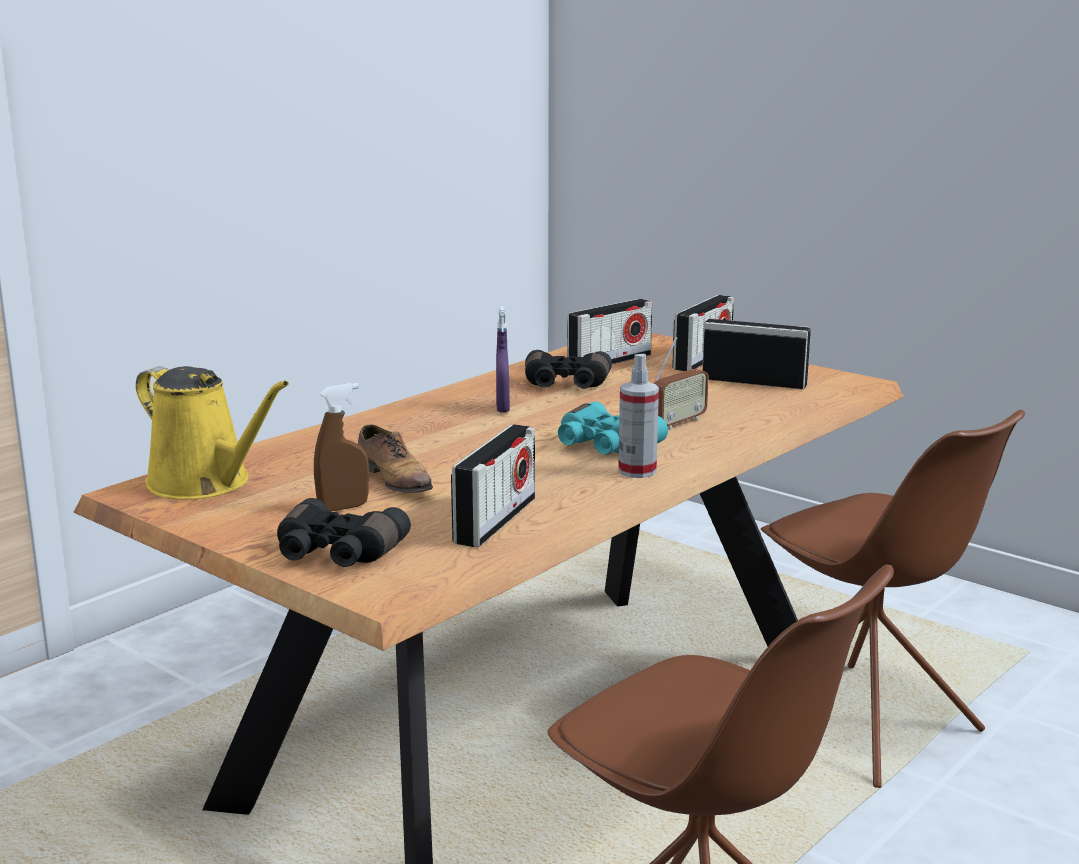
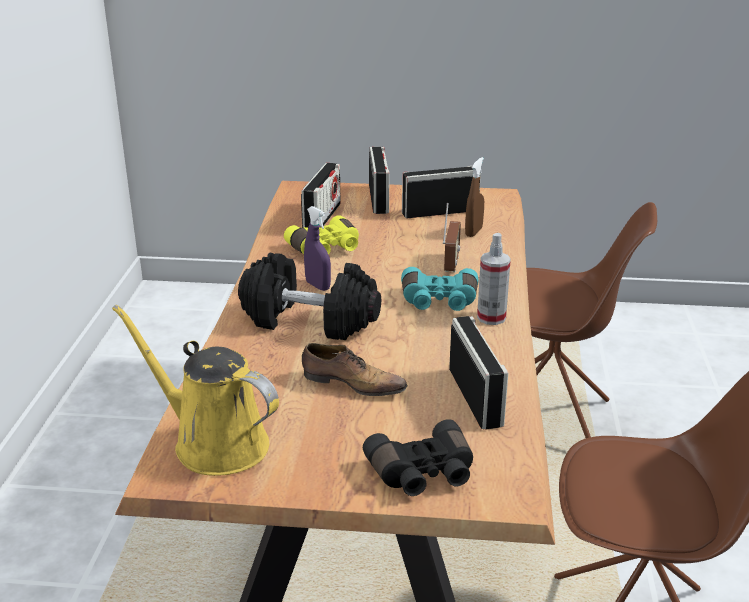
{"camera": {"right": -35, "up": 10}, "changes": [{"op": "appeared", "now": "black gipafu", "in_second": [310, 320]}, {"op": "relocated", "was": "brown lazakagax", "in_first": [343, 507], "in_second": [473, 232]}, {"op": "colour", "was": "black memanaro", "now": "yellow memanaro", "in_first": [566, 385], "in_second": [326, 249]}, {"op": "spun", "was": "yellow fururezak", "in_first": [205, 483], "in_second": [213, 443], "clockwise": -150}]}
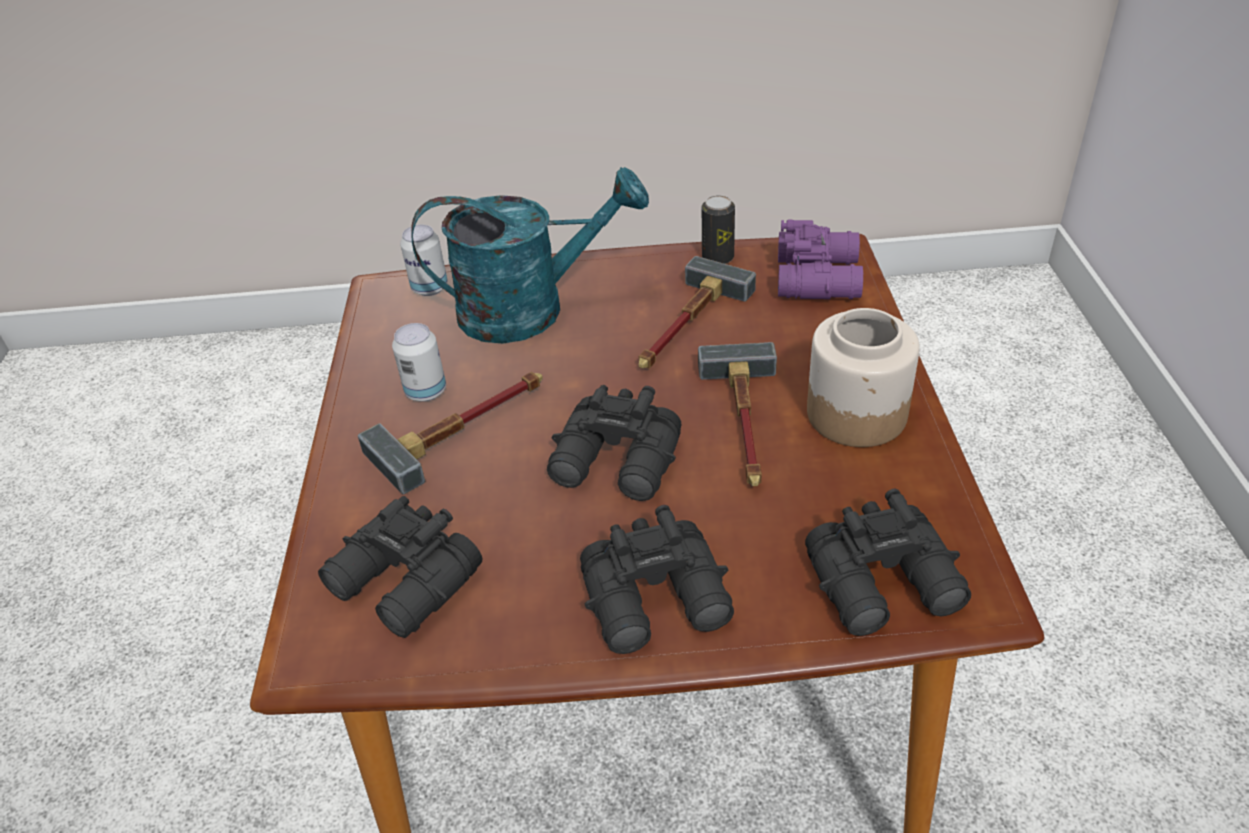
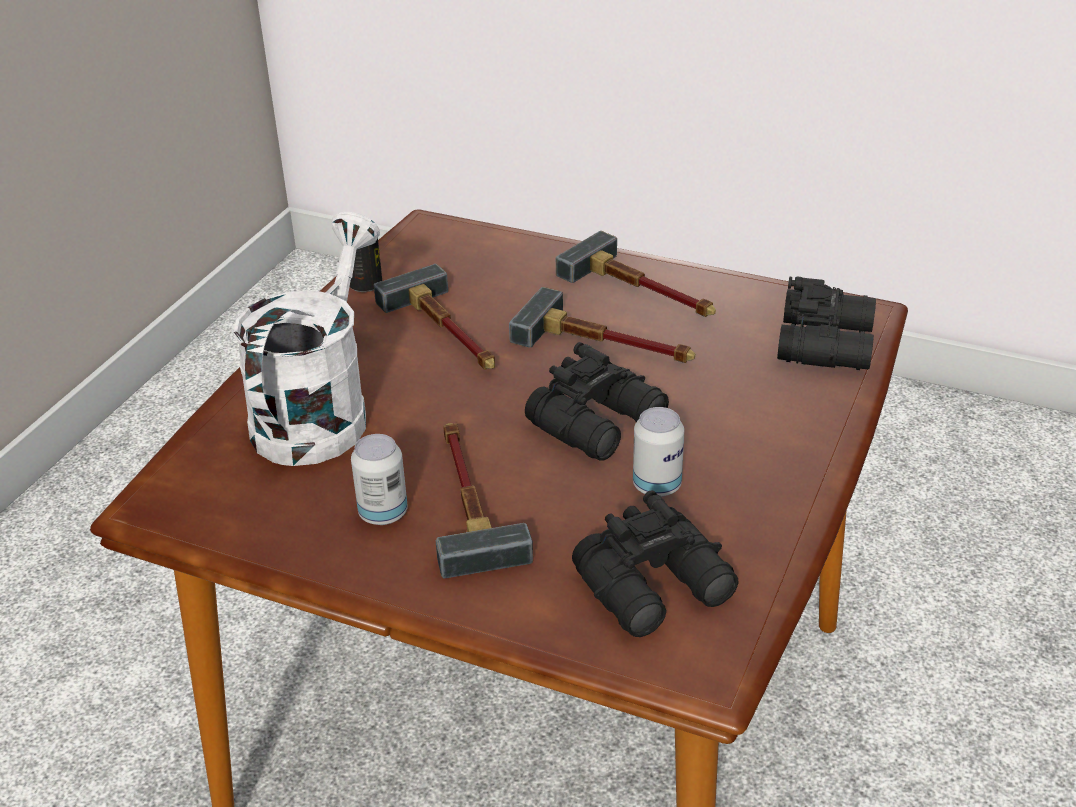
{"camera": {"right": -65, "up": -5}, "changes": [{"op": "missing", "was": "black memanaro", "in_first": [659, 602]}, {"op": "missing", "was": "purple memanaro", "in_first": [820, 277]}, {"op": "relocated", "was": "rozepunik", "in_first": [430, 288], "in_second": [657, 486]}, {"op": "exchanged", "was": "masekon", "now": "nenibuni", "in_first": [857, 413], "in_second": [643, 291]}, {"op": "colour", "was": "turquoise fururezak", "now": "white fururezak", "in_first": [531, 309], "in_second": [318, 411]}]}
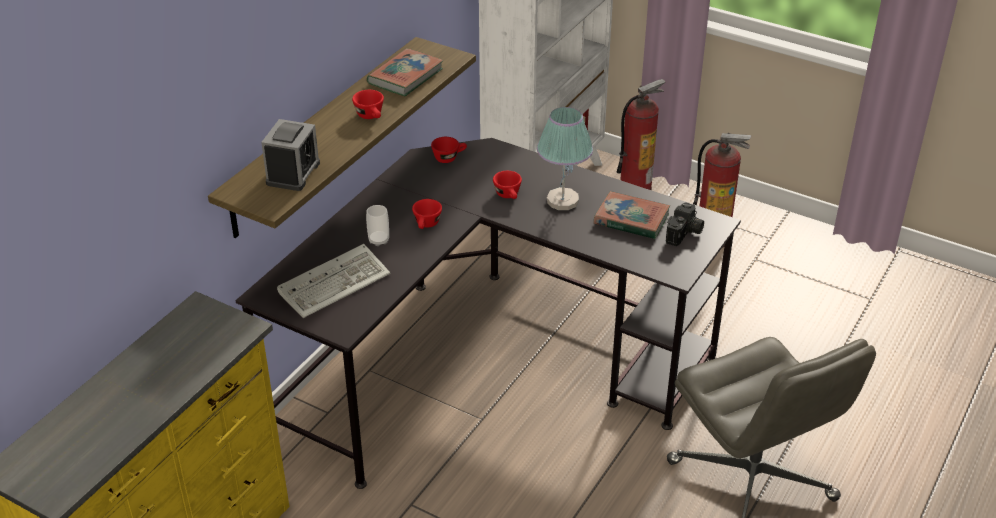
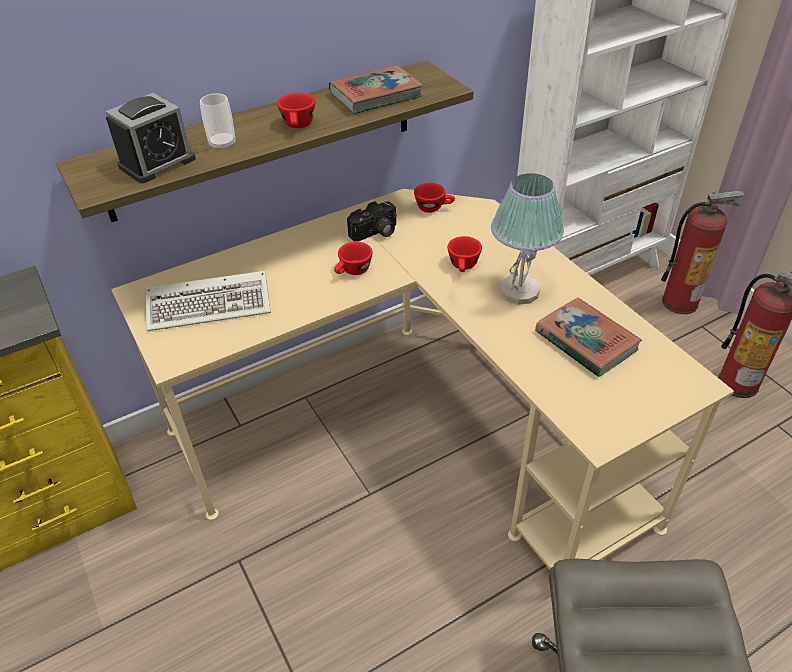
{"camera": {"right": 30, "up": 5}, "changes": [{"op": "relocated", "was": "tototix", "in_first": [379, 240], "in_second": [222, 144]}, {"op": "relocated", "was": "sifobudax", "in_first": [684, 233], "in_second": [375, 233]}, {"op": "colour", "was": "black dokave", "now": "beige dokave", "in_first": [485, 363], "in_second": [414, 432]}]}
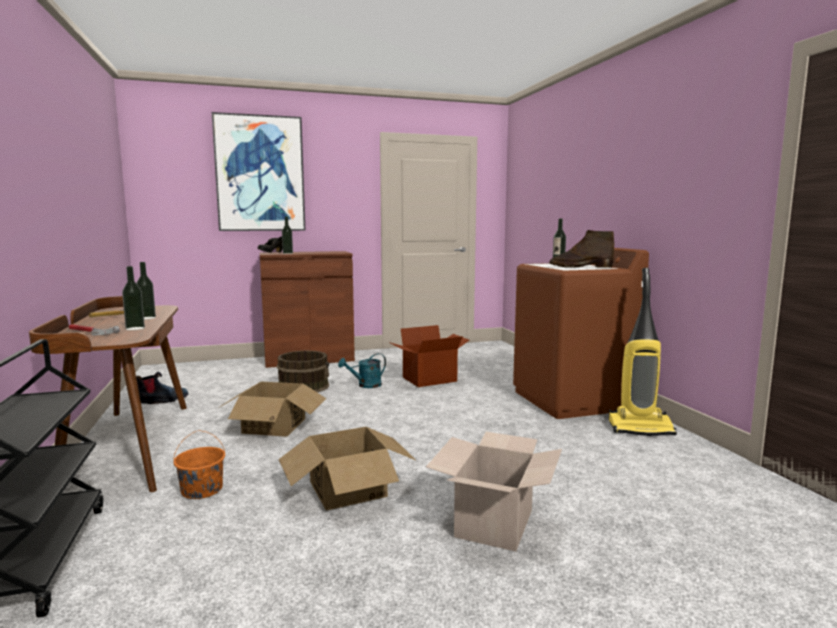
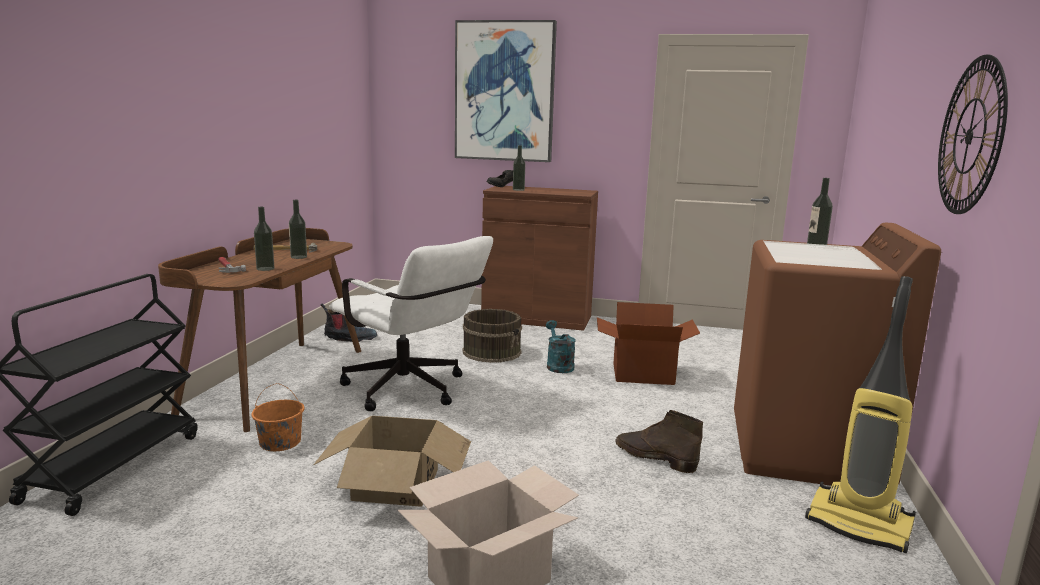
{"camera": {"right": 30, "up": 5}, "changes": [{"op": "appeared", "now": "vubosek", "in_second": [970, 136]}, {"op": "relocated", "was": "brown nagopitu", "in_first": [579, 267], "in_second": [654, 457]}, {"op": "exchanged", "was": "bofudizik", "now": "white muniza", "in_first": [274, 426], "in_second": [411, 392]}, {"op": "spun", "was": "turquoise fururezak", "in_first": [365, 385], "in_second": [558, 365], "clockwise": 75}]}
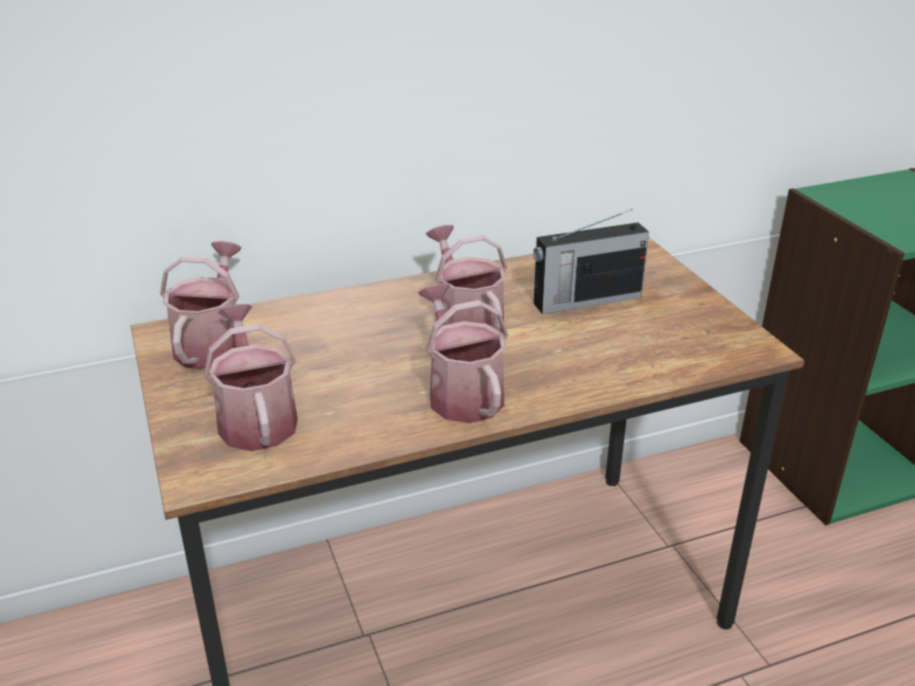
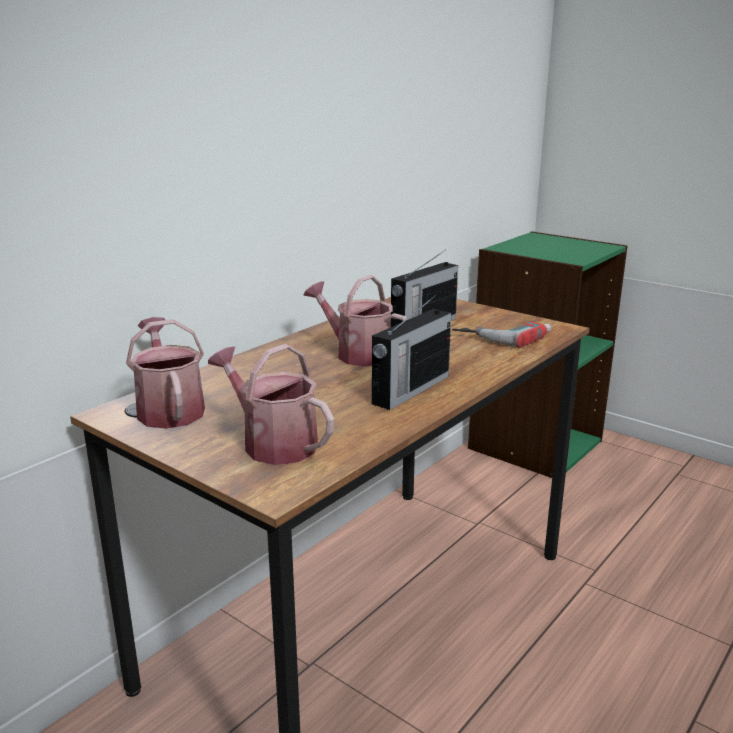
{"camera": {"right": -30, "up": -10}, "changes": [{"op": "appeared", "now": "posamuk", "in_second": [503, 335]}, {"op": "exchanged", "was": "fururezak", "now": "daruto", "in_first": [461, 393], "in_second": [410, 390]}]}
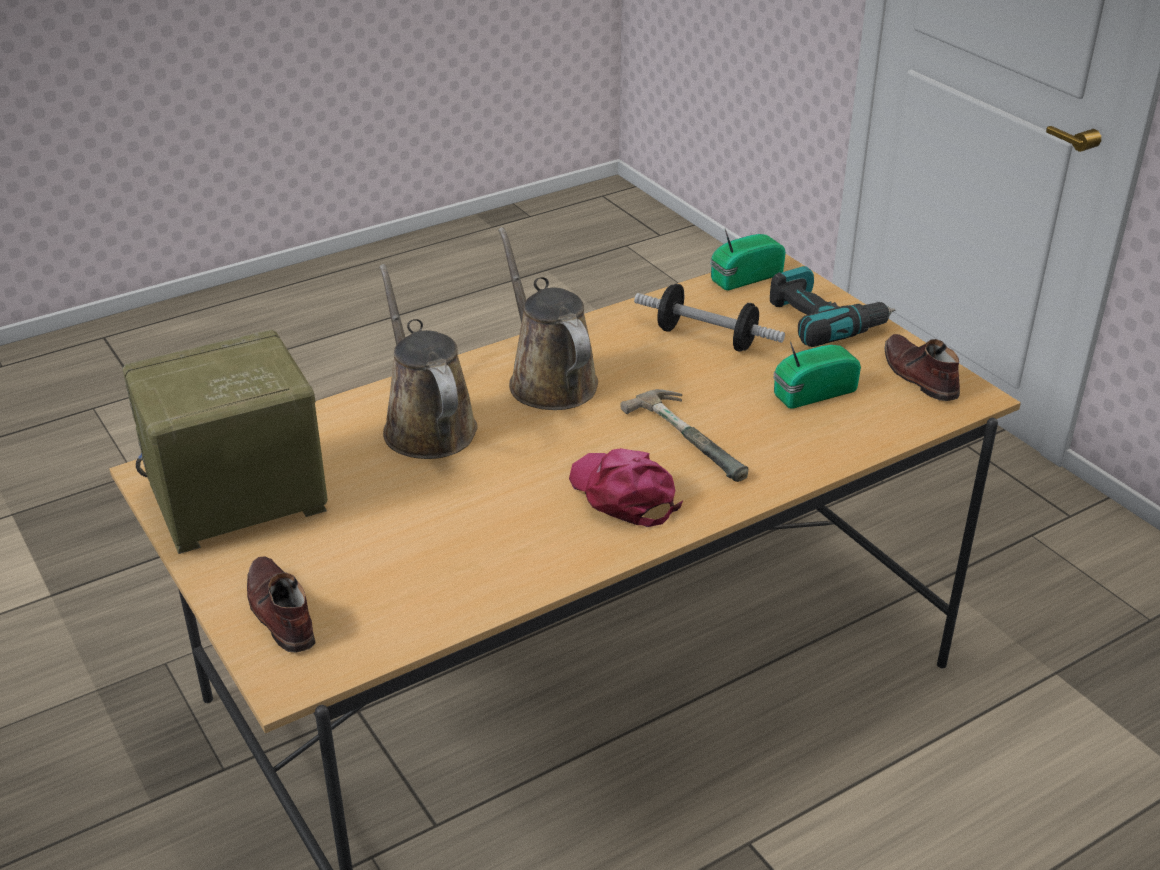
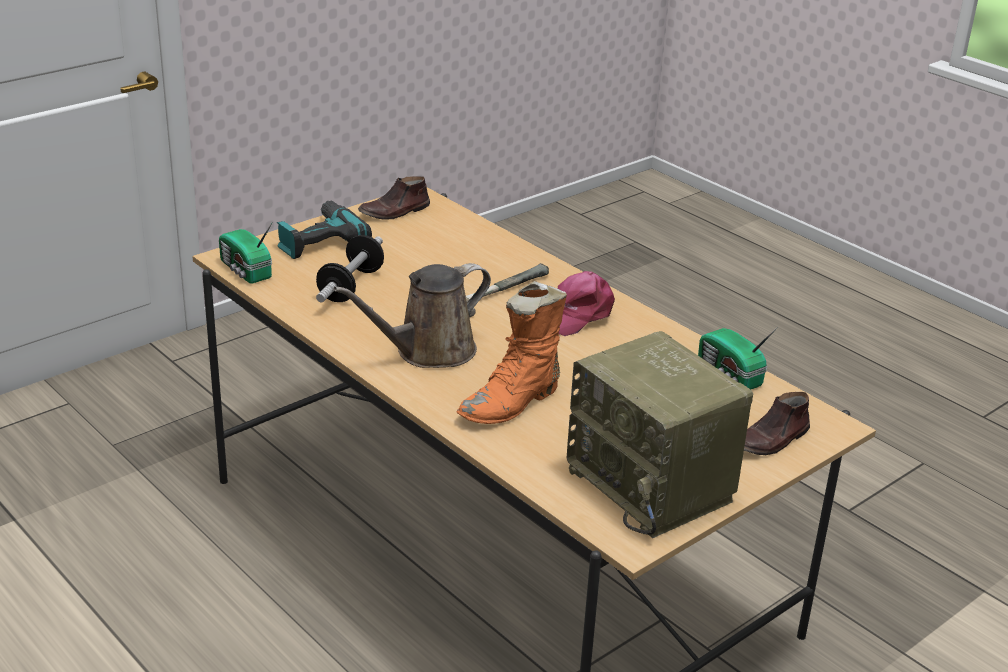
{"camera": {"right": -100, "up": -5}, "changes": [{"op": "relocated", "was": "daruto", "in_first": [811, 393], "in_second": [729, 375]}, {"op": "exchanged", "was": "brown fururezak", "now": "orange nagopitu", "in_first": [426, 425], "in_second": [512, 404]}]}
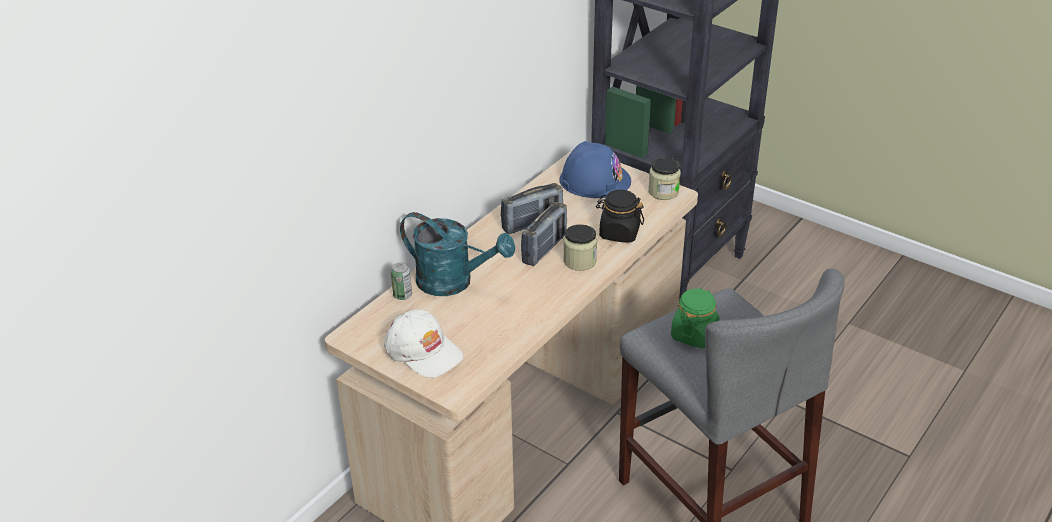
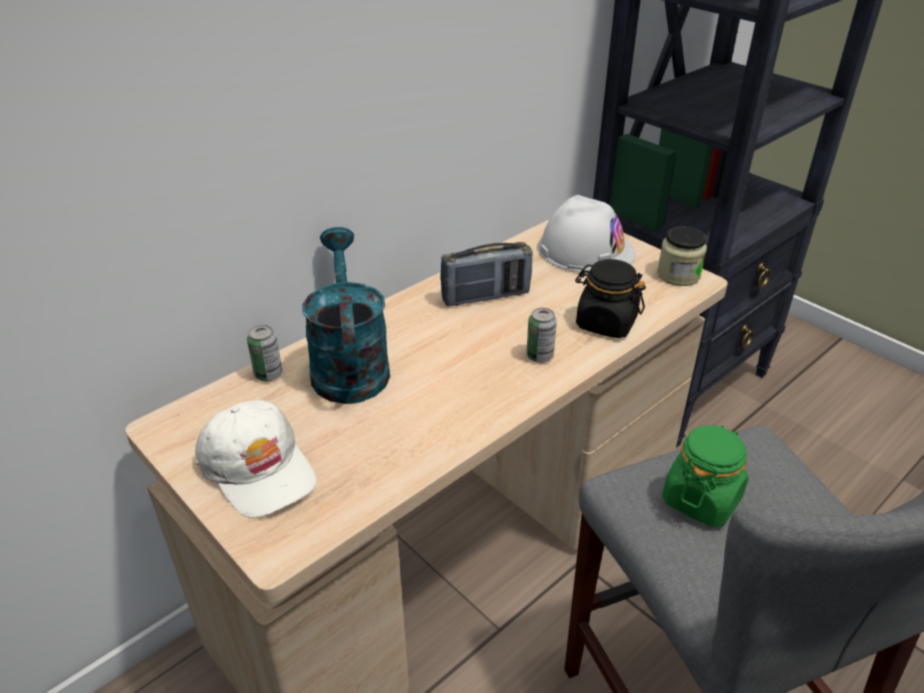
{"camera": {"right": 10, "up": 0}, "changes": [{"op": "missing", "was": "daruto", "in_first": [544, 249]}, {"op": "exchanged", "was": "masekon", "now": "rozepunik", "in_first": [580, 261], "in_second": [539, 356]}, {"op": "colour", "was": "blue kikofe", "now": "white kikofe", "in_first": [595, 180], "in_second": [585, 250]}, {"op": "spun", "was": "turquoise fururezak", "in_first": [454, 282], "in_second": [348, 364], "clockwise": -135}]}
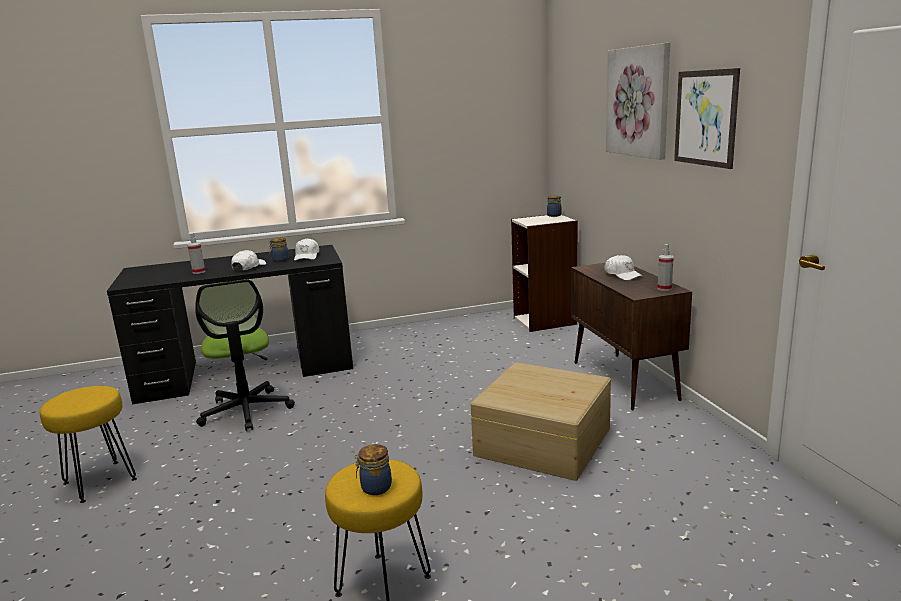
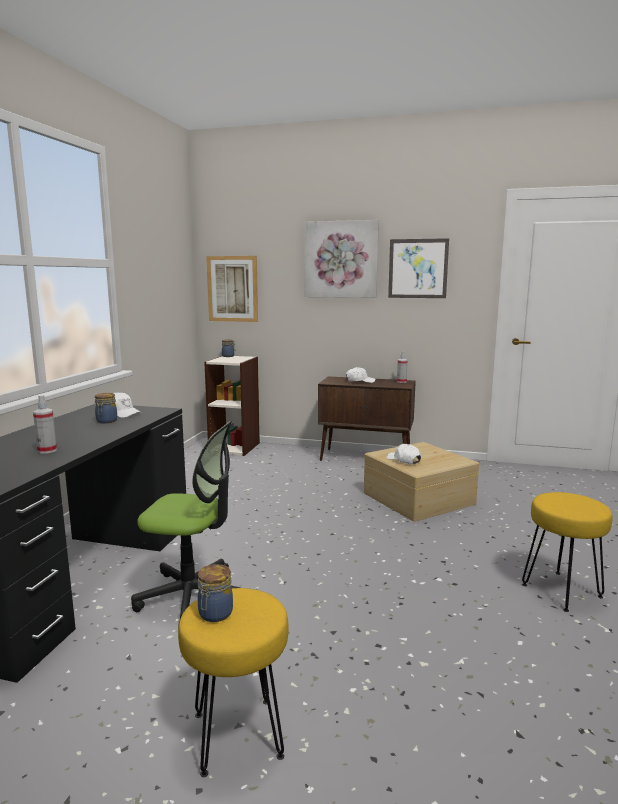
{"camera": {"right": -60, "up": -5}, "changes": [{"op": "appeared", "now": "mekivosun", "in_second": [232, 289]}, {"op": "relocated", "was": "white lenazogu", "in_first": [248, 267], "in_second": [404, 460]}, {"op": "relocated", "was": "masekon", "in_first": [375, 488], "in_second": [214, 614]}]}
